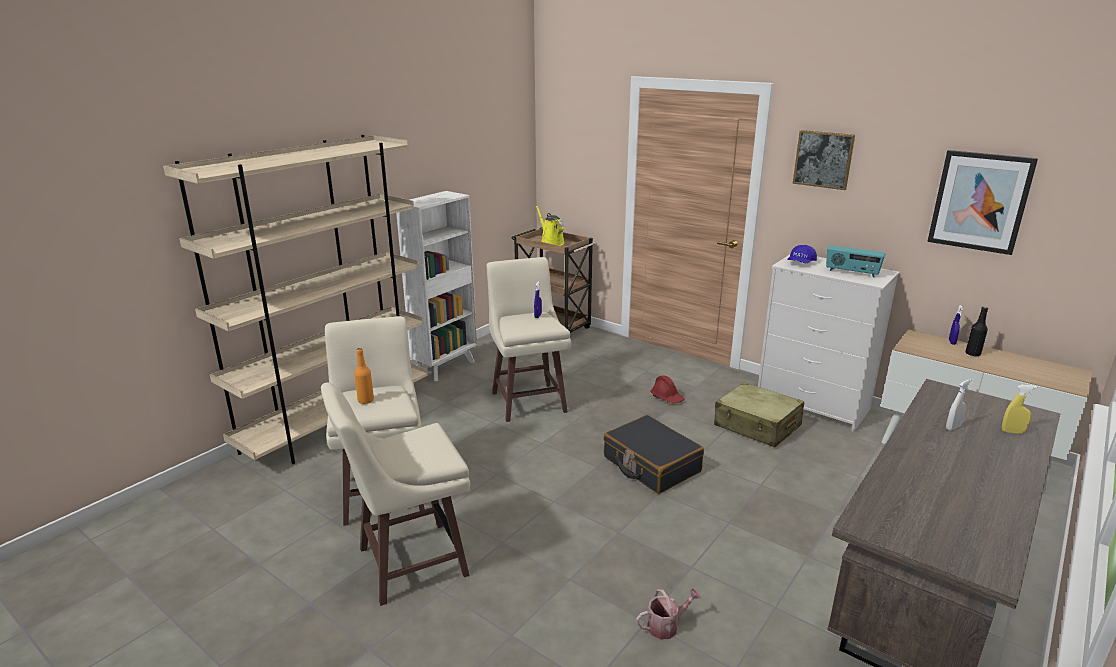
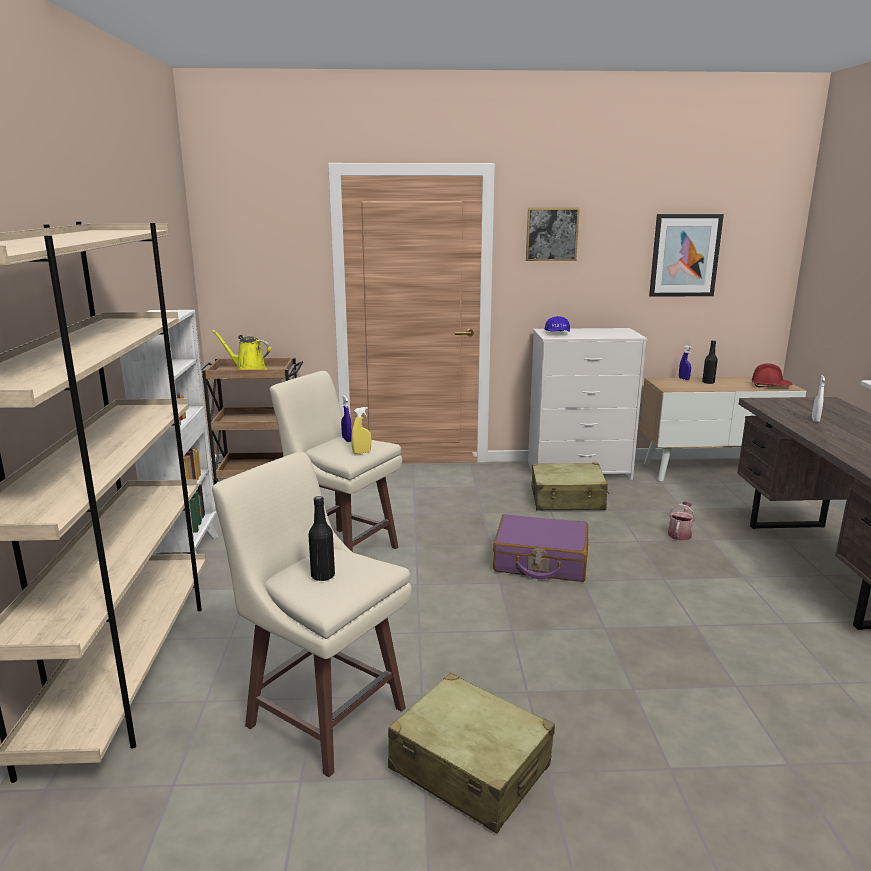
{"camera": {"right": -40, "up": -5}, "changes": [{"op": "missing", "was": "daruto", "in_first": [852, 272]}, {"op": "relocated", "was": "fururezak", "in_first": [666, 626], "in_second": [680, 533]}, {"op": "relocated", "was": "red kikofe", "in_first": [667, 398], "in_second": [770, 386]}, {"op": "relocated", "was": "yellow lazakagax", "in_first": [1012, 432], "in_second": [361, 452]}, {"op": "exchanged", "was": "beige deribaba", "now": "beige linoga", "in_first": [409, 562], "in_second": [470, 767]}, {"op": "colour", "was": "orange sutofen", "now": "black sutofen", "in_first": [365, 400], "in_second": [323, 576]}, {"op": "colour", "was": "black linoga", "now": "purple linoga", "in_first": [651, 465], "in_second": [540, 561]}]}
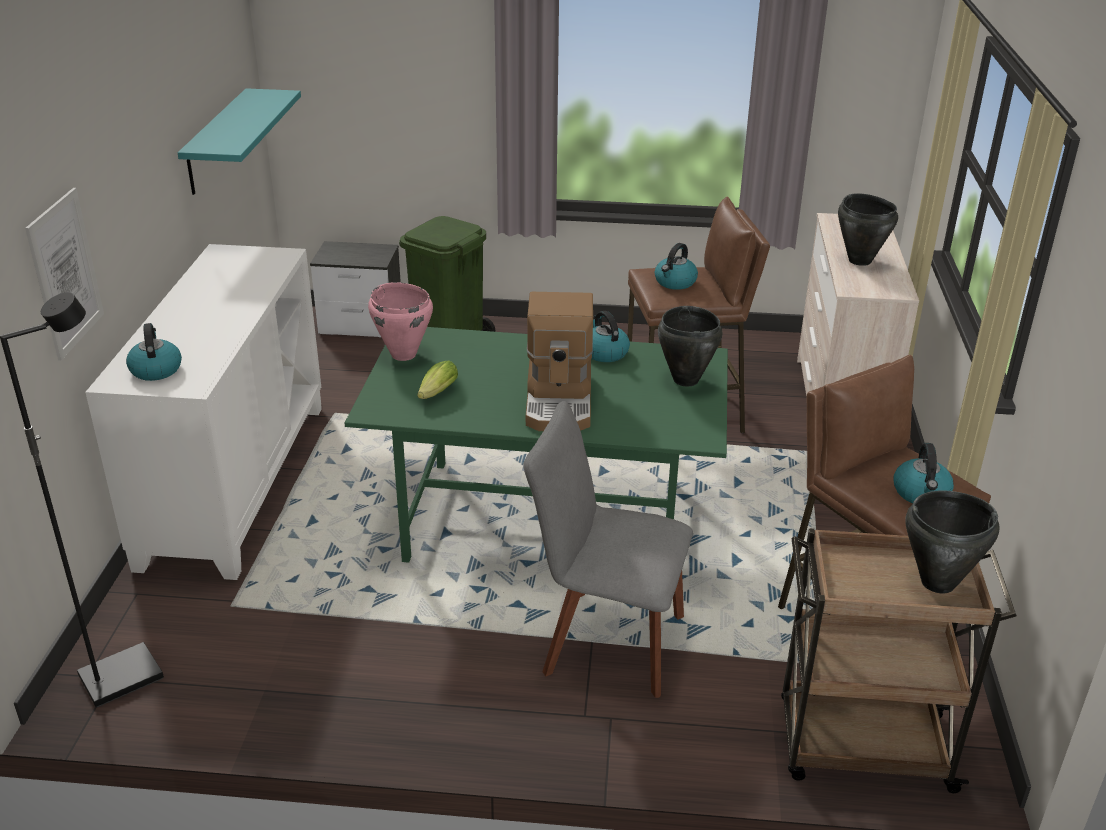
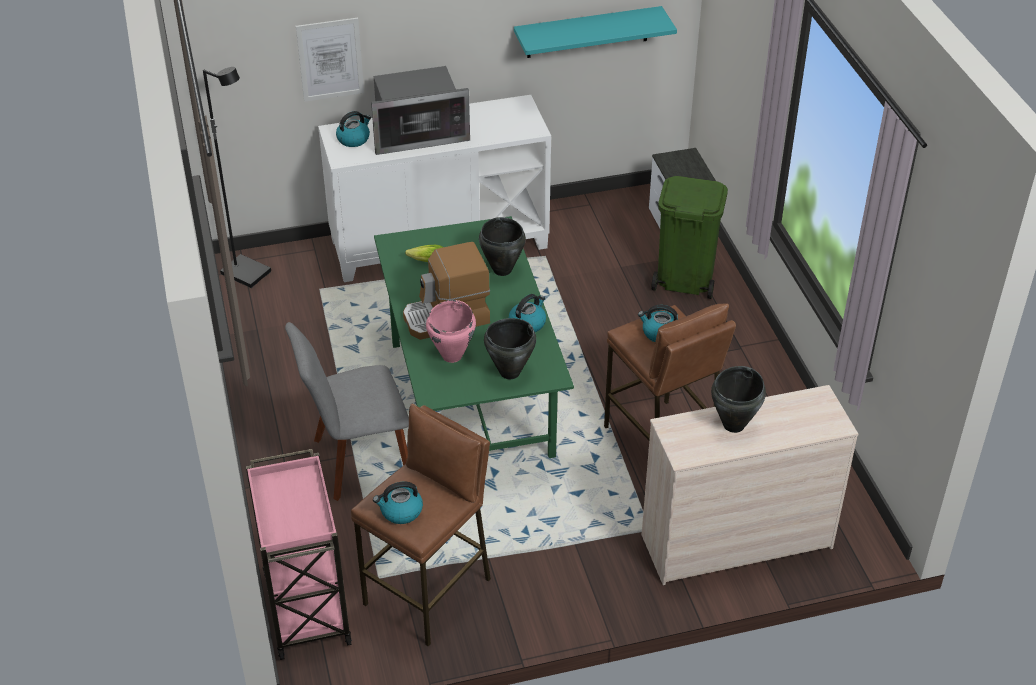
{"camera": {"right": 70, "up": 10}, "changes": [{"op": "appeared", "now": "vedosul", "in_second": [418, 133]}, {"op": "relocated", "was": "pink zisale", "in_first": [403, 354], "in_second": [452, 355]}, {"op": "relocated", "was": "black zisale", "in_first": [938, 583], "in_second": [502, 270]}, {"op": "colour", "was": "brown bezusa", "now": "pink bezusa", "in_first": [861, 746], "in_second": [306, 606]}, {"op": "spun", "was": "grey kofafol", "in_first": [606, 641], "in_second": [357, 461], "clockwise": -105}]}
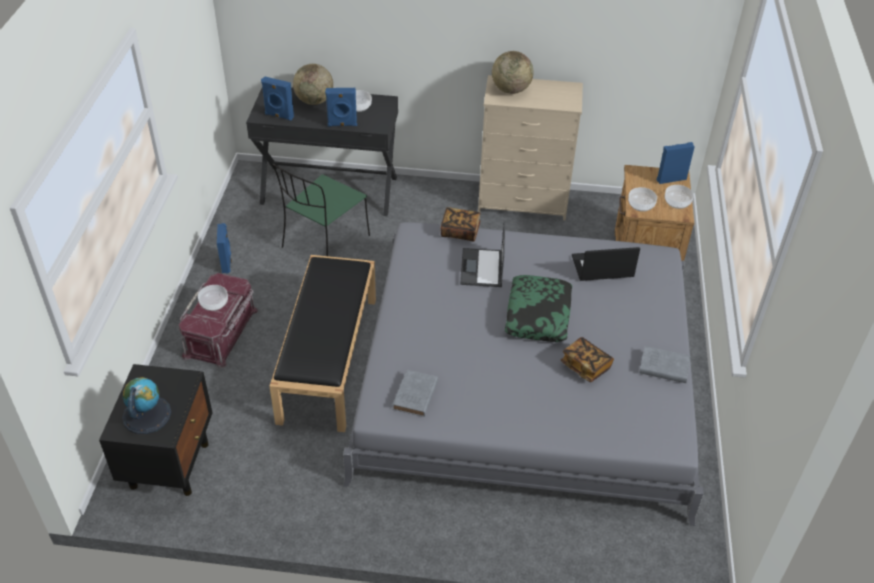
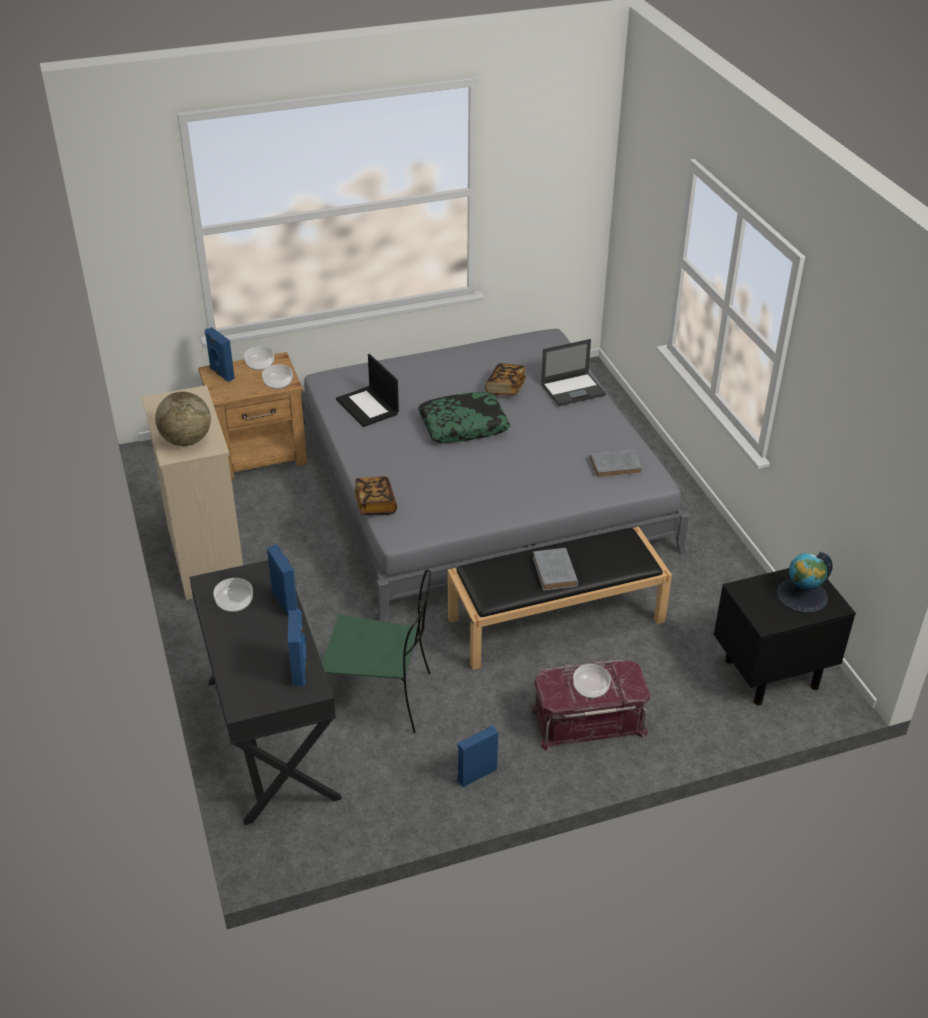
{"camera": {"right": -115, "up": -5}, "changes": [{"op": "missing", "was": "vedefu", "in_first": [314, 101]}, {"op": "relocated", "was": "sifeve", "in_first": [482, 268], "in_second": [573, 389]}, {"op": "relocated", "was": "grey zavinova", "in_first": [662, 367], "in_second": [555, 573]}]}
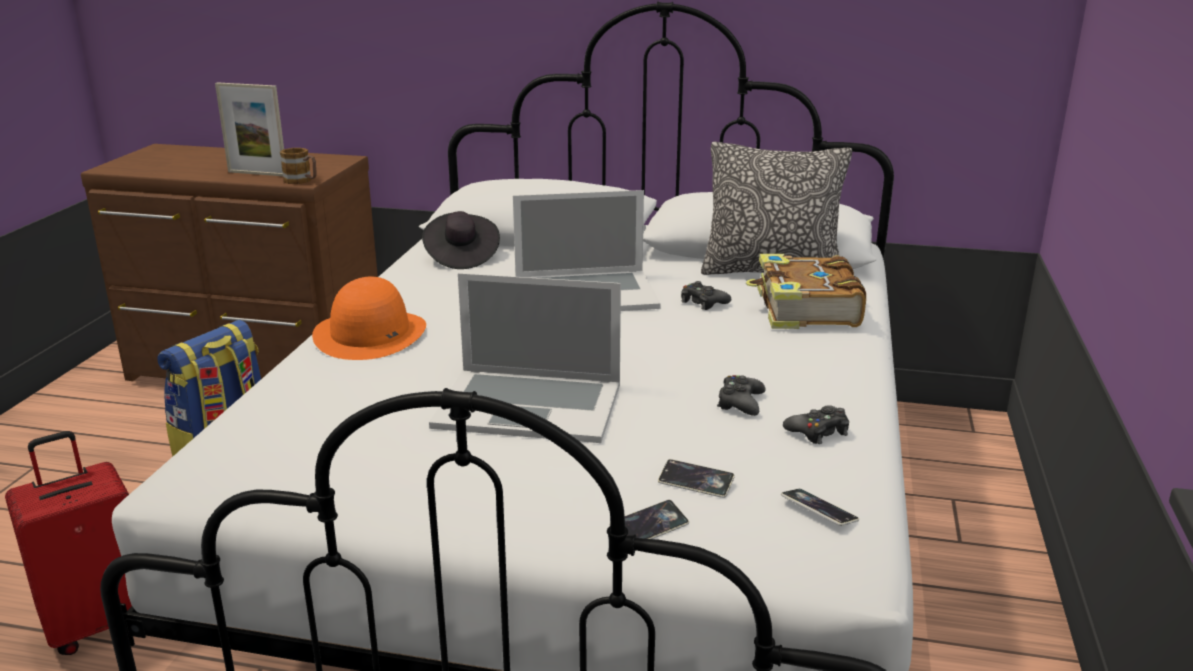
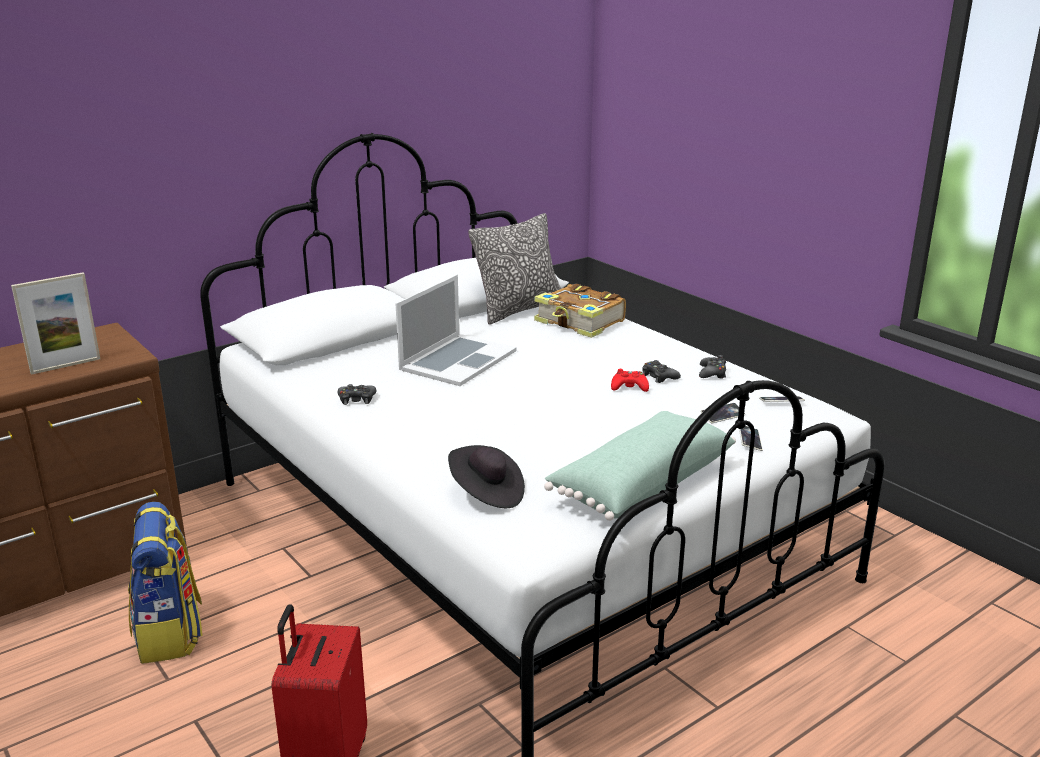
{"camera": {"right": -50, "up": 0}, "changes": [{"op": "missing", "was": "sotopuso", "in_first": [302, 181]}, {"op": "missing", "was": "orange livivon", "in_first": [370, 334]}, {"op": "missing", "was": "sifeve", "in_first": [529, 405]}, {"op": "appeared", "now": "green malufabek", "in_second": [640, 484]}, {"op": "appeared", "now": "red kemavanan", "in_second": [629, 387]}, {"op": "relocated", "was": "black livivon", "in_first": [461, 257], "in_second": [486, 494]}, {"op": "relocated", "was": "black kemavanan", "in_first": [703, 302], "in_second": [356, 399]}]}
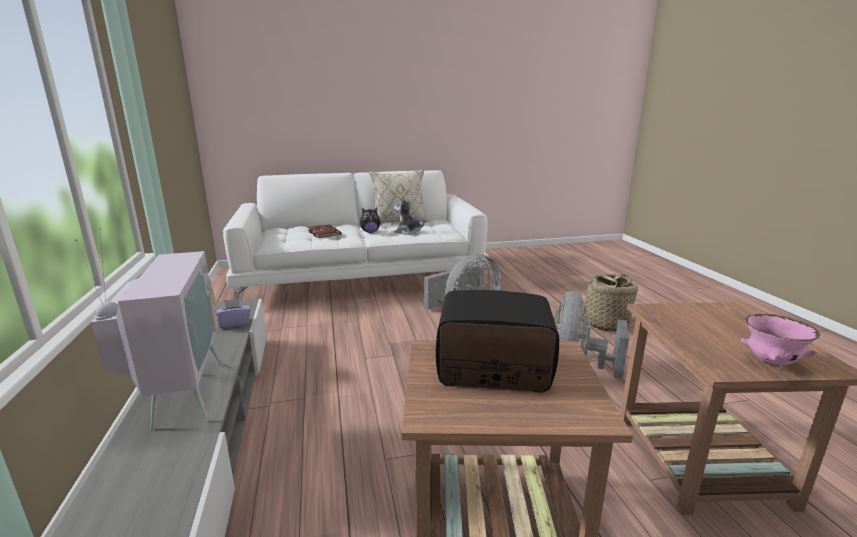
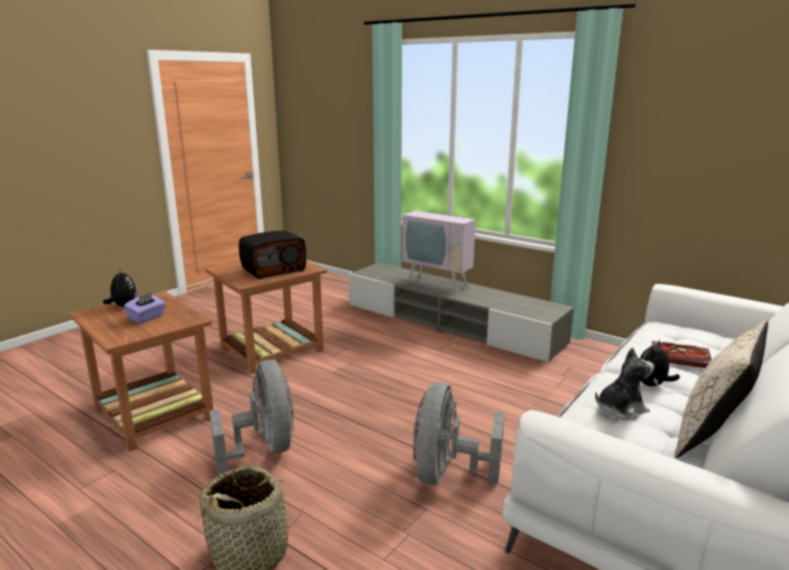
{"camera": {"right": 140, "up": 0}, "changes": [{"op": "relocated", "was": "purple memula", "in_first": [235, 323], "in_second": [147, 318]}, {"op": "exchanged", "was": "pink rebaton", "now": "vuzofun", "in_first": [772, 362], "in_second": [123, 306]}]}
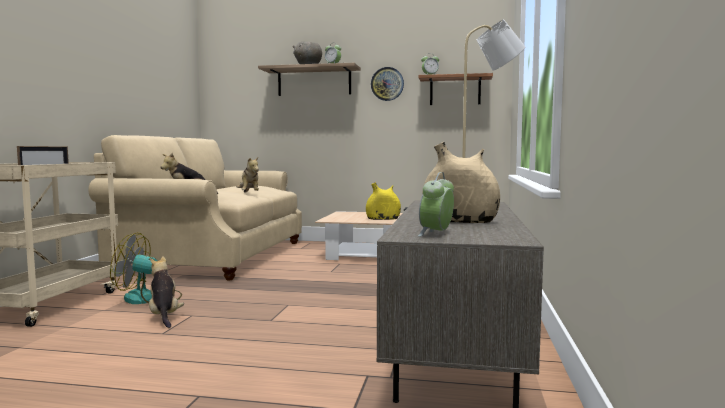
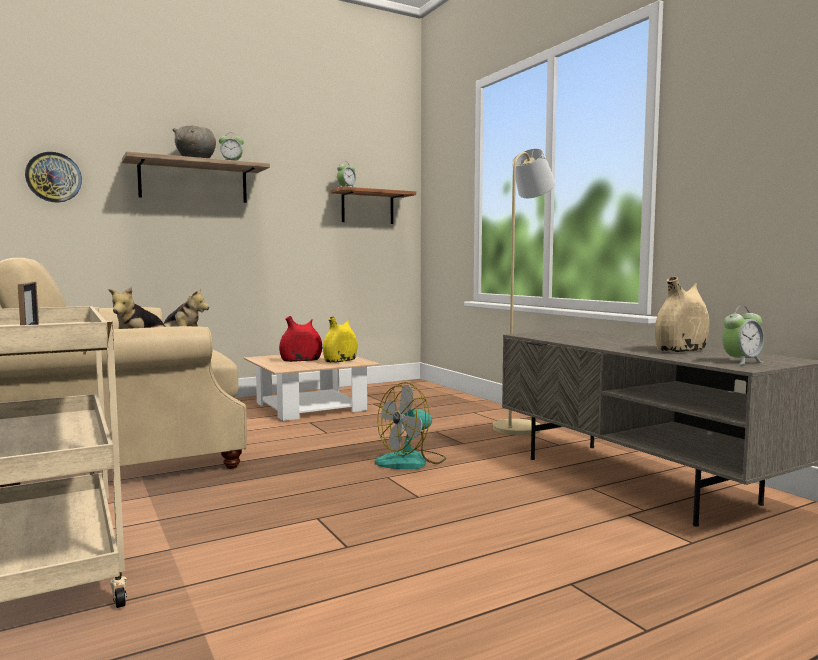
{"camera": {"right": -40, "up": 0}, "changes": [{"op": "missing", "was": "vuzofun", "in_first": [164, 316]}, {"op": "appeared", "now": "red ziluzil", "in_second": [301, 360]}, {"op": "relocated", "was": "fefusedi", "in_first": [149, 299], "in_second": [411, 461]}, {"op": "relocated", "was": "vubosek", "in_first": [387, 84], "in_second": [54, 177]}, {"op": "spun", "was": "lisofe", "in_first": [436, 234], "in_second": [741, 362], "clockwise": -105}]}
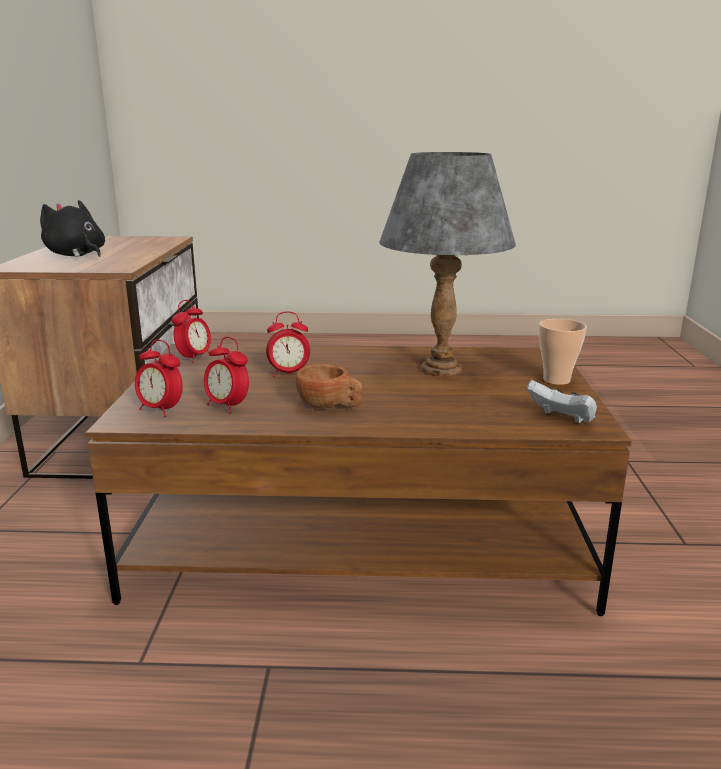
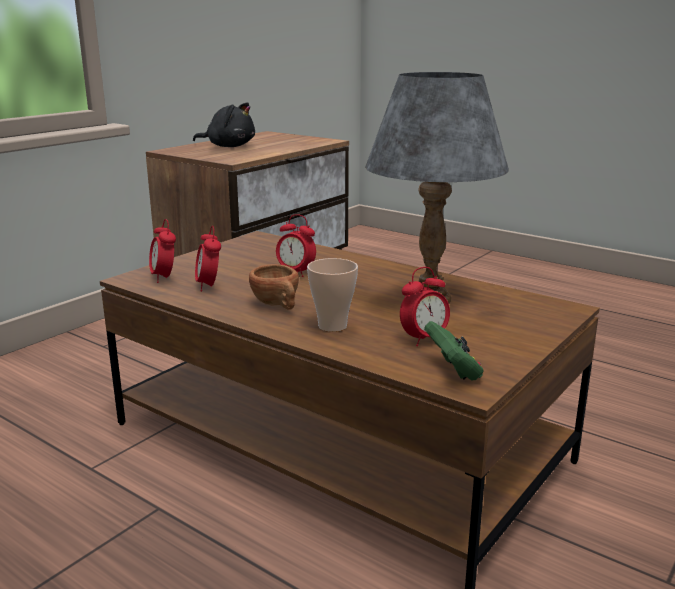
{"camera": {"right": 35, "up": 0}, "changes": [{"op": "relocated", "was": "lisofe", "in_first": [194, 358], "in_second": [424, 339]}, {"op": "relocated", "was": "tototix", "in_first": [556, 380], "in_second": [332, 326]}, {"op": "colour", "was": "white kemavanan", "now": "green kemavanan", "in_first": [561, 419], "in_second": [453, 371]}, {"op": "spun", "was": "black vuzofun", "in_first": [76, 255], "in_second": [229, 146], "clockwise": 120}]}
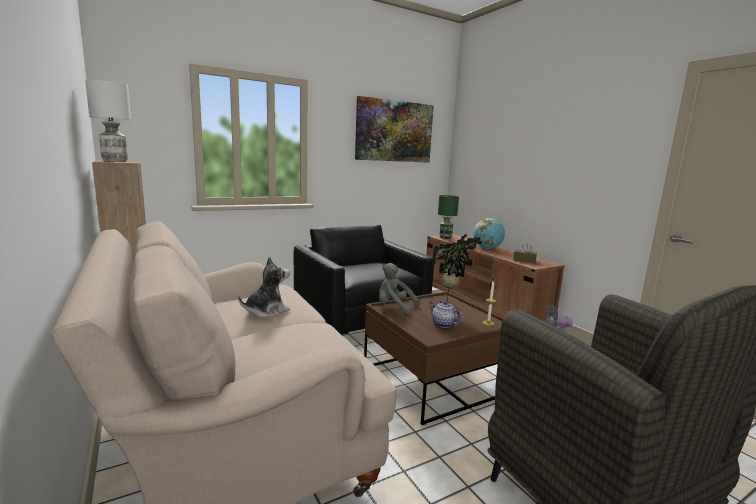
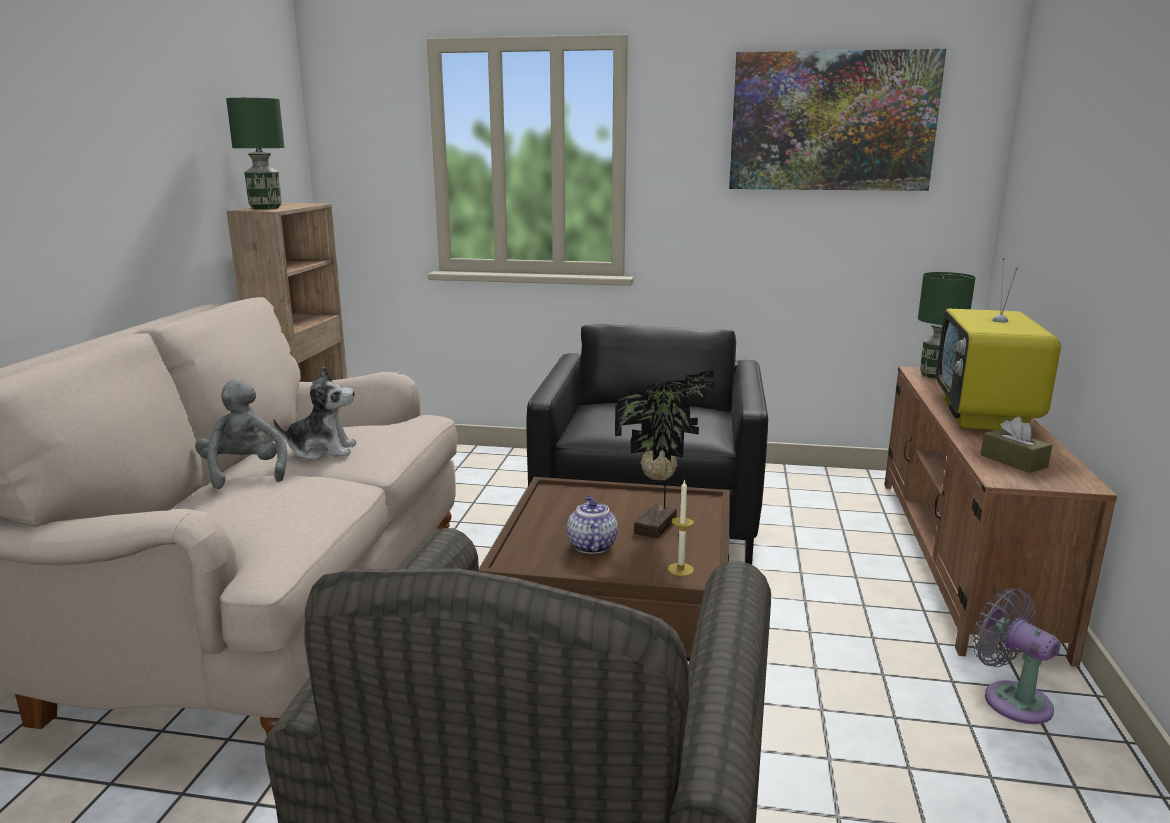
{"camera": {"right": 40, "up": 5}, "changes": [{"op": "relocated", "was": "grey vuzofun", "in_first": [394, 307], "in_second": [245, 472]}, {"op": "exchanged", "was": "vedefu", "now": "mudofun", "in_first": [487, 248], "in_second": [984, 416]}, {"op": "colour", "was": "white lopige", "now": "green lopige", "in_first": [115, 161], "in_second": [266, 208]}]}
